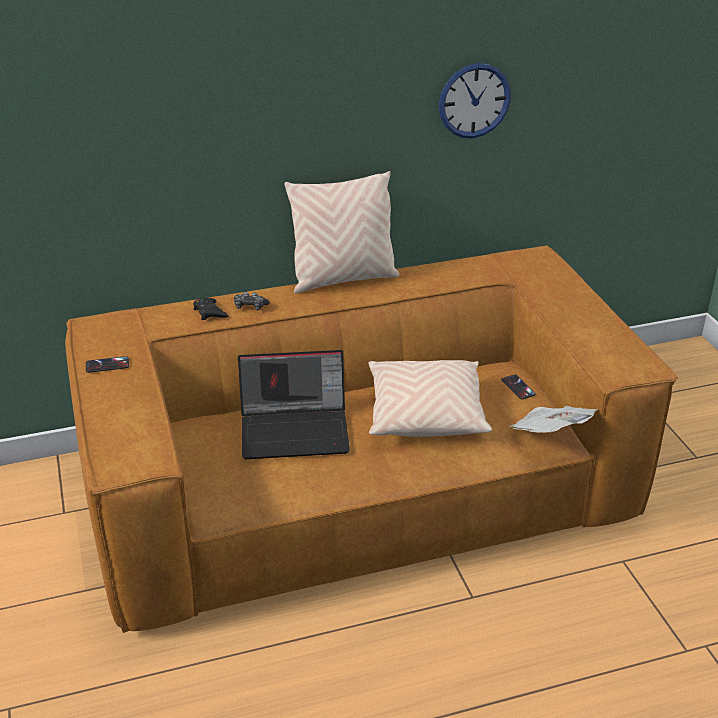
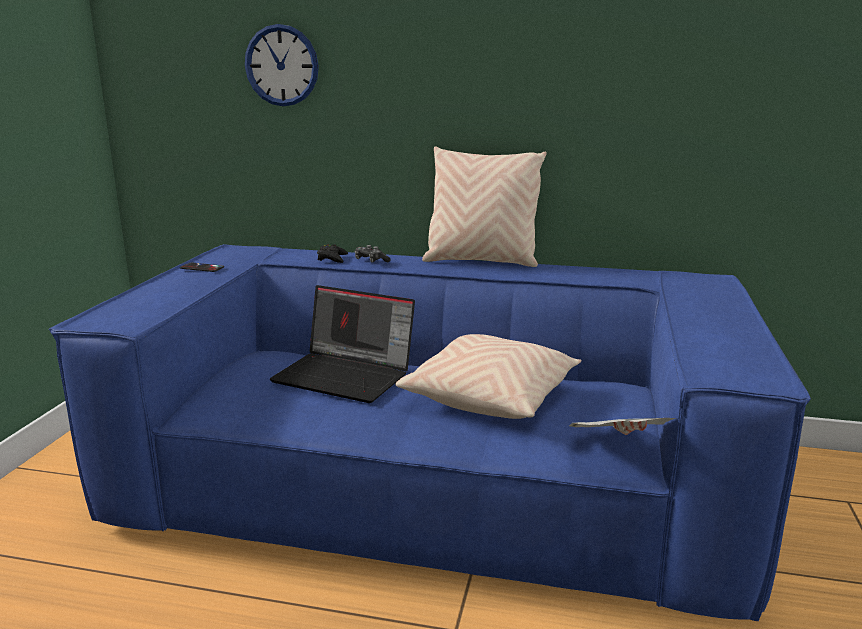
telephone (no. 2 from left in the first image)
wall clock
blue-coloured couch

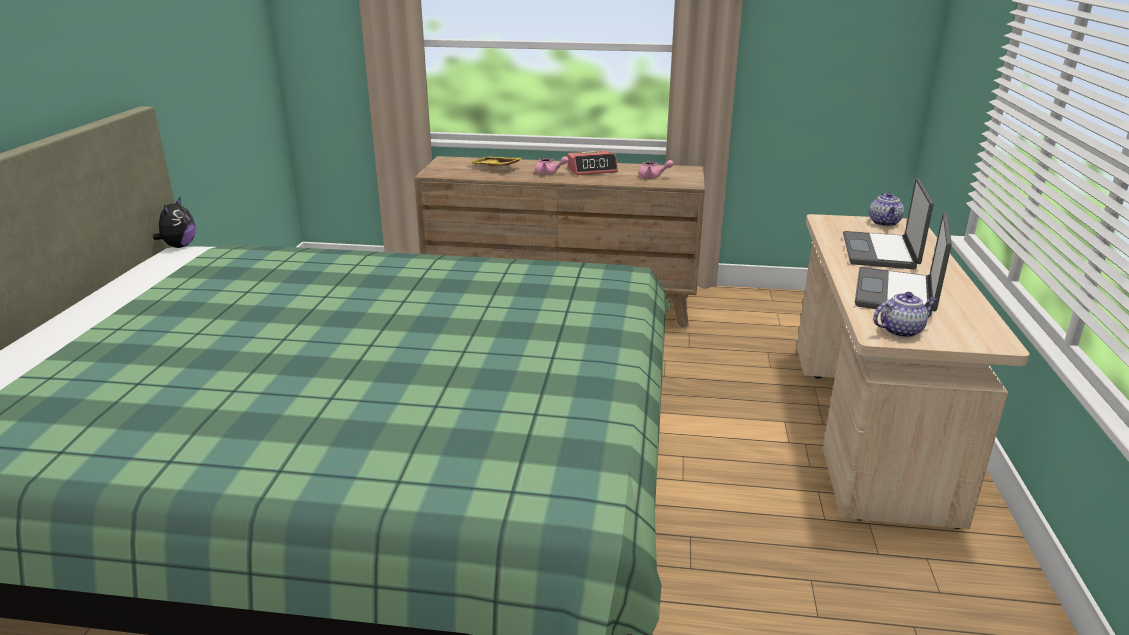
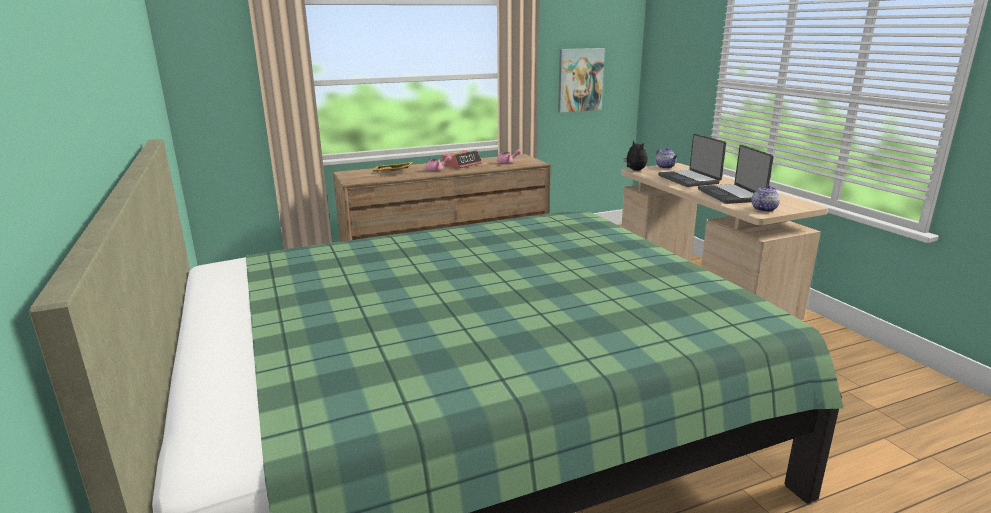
picture
plush toy

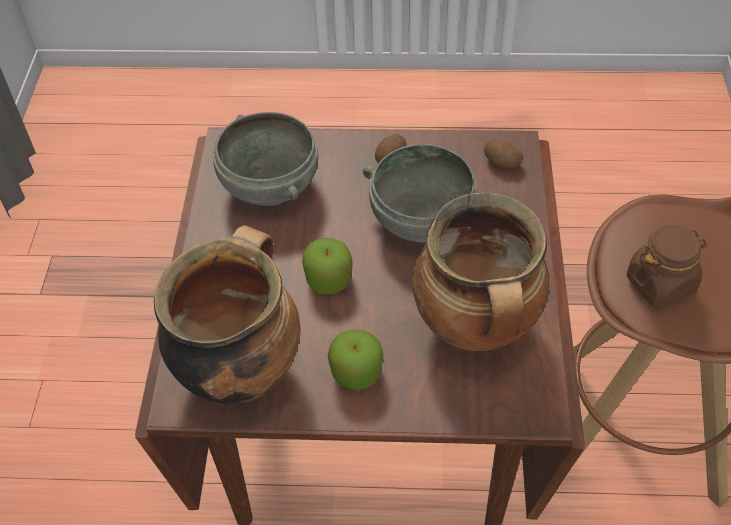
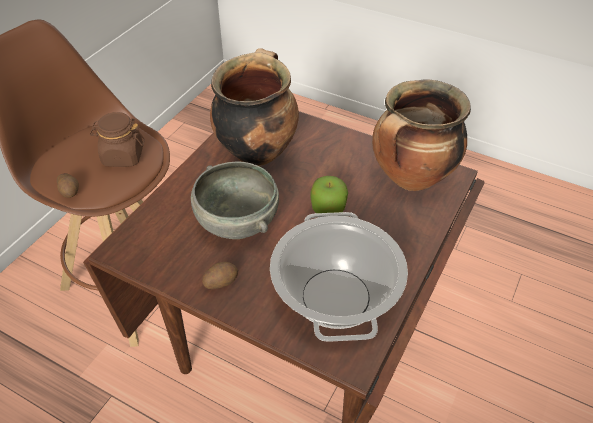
apple fruit (no. 2 from left in the first image)
whole potato (no. 1 from left)
cooking pot (no. 2 from left)

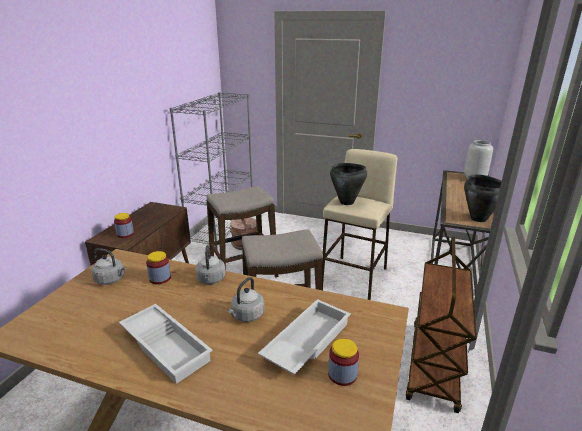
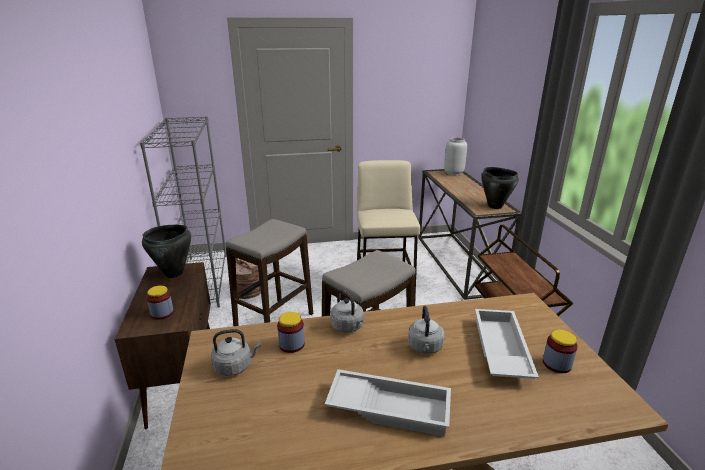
black cooking pot (no. 1 from left)

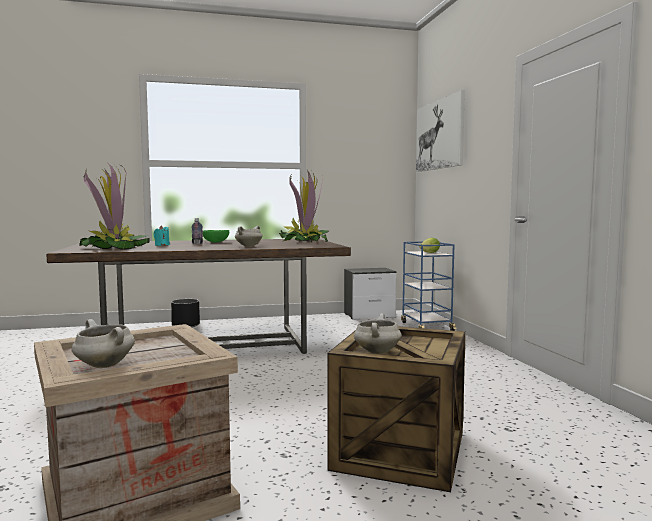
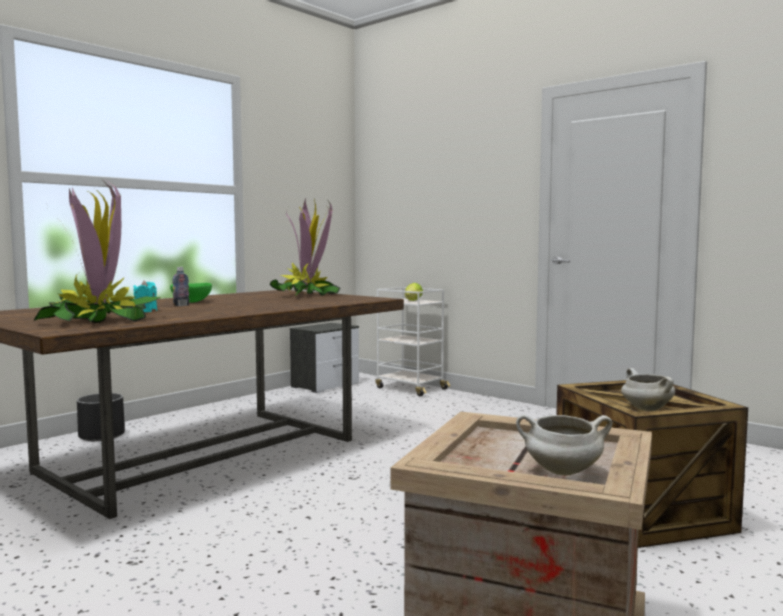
whitish cooking pot (no. 2 from left in the first image)
picture
whitish cart

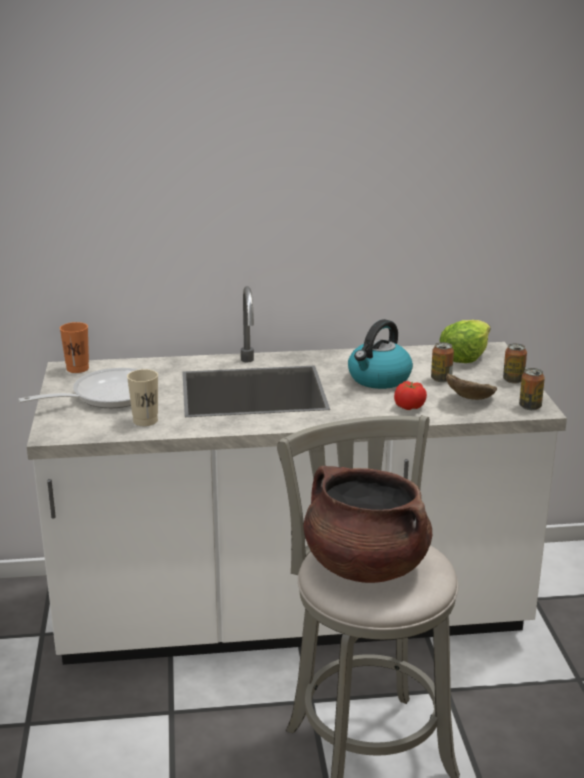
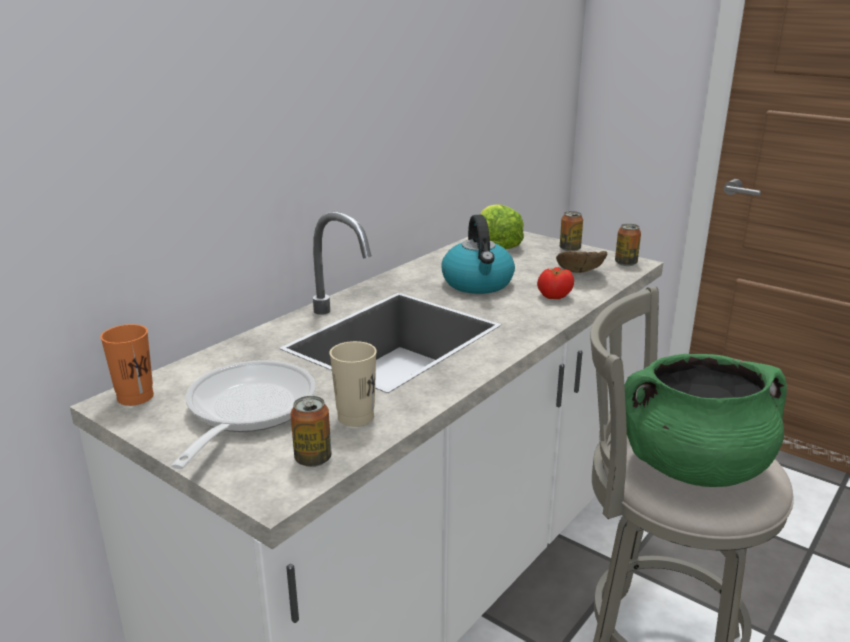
can (no. 1 from left)
greenish cooking pot

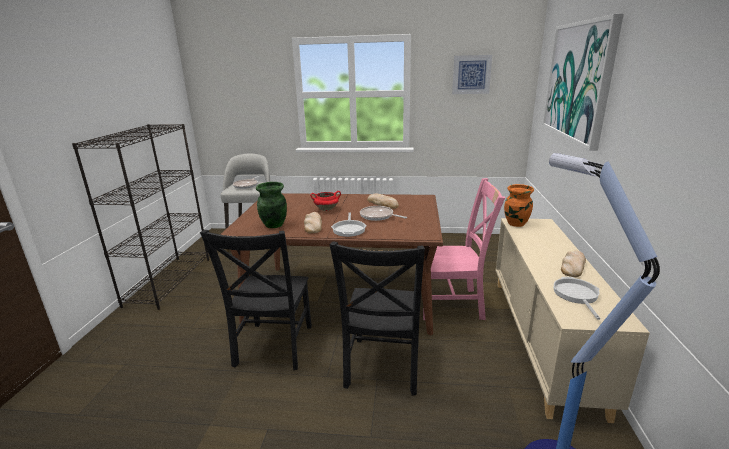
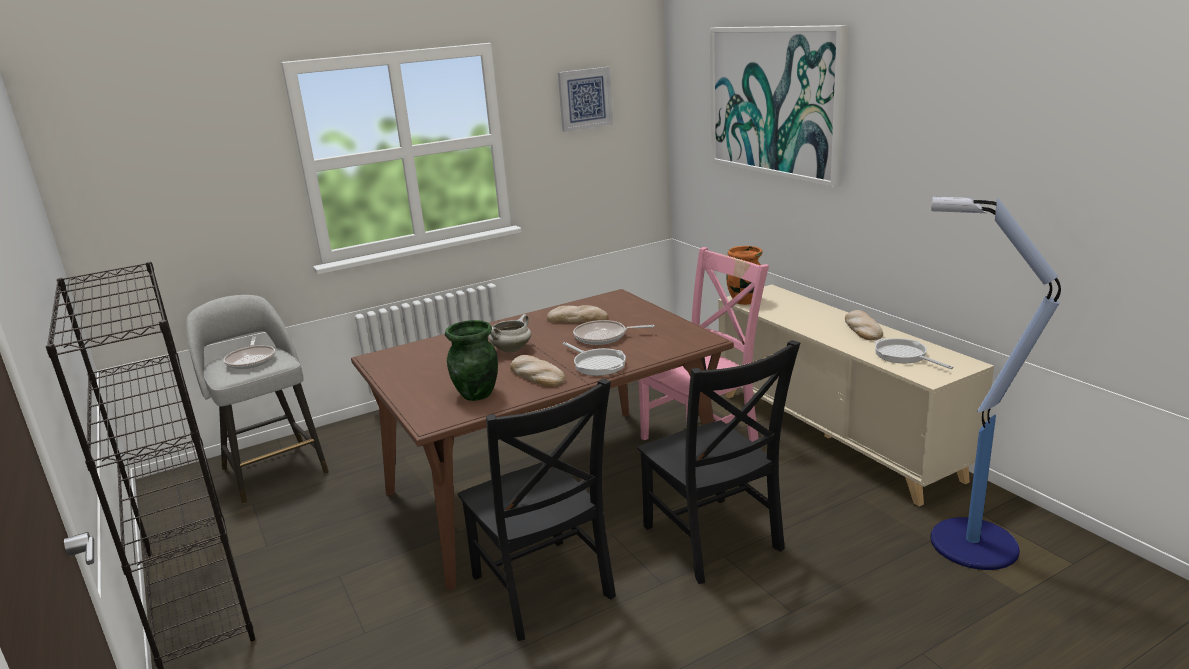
whitish cooking pot

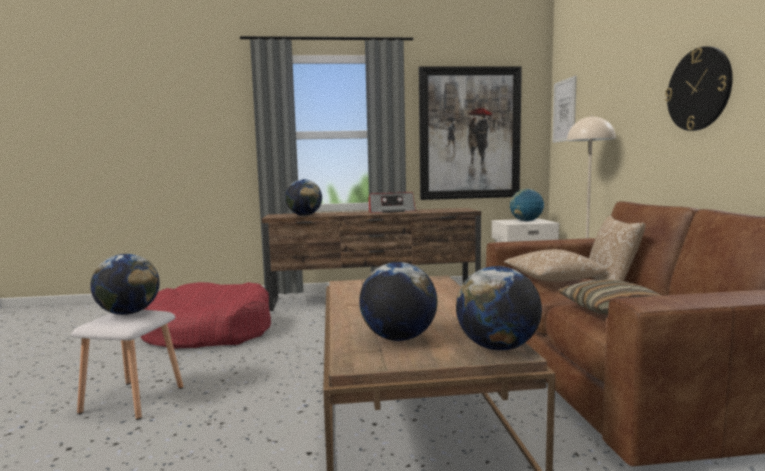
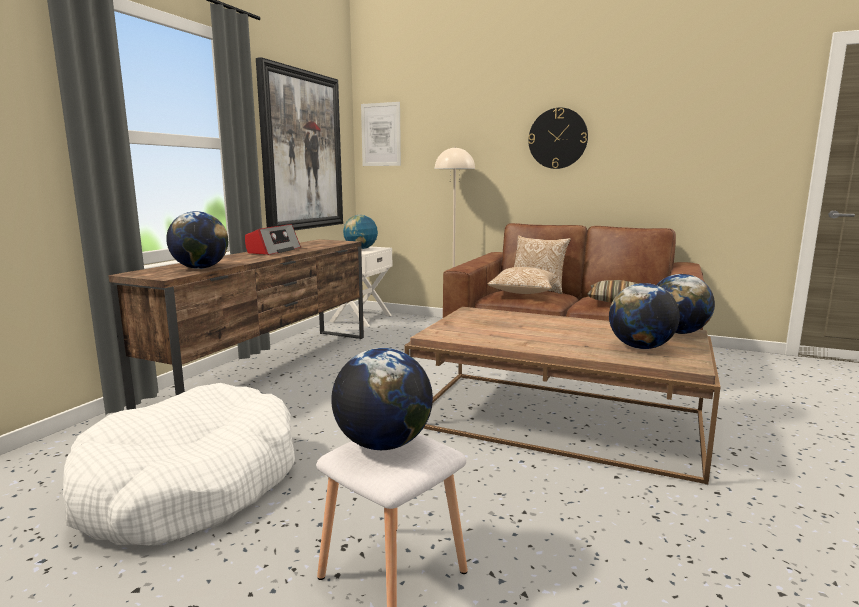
whitish pet bed

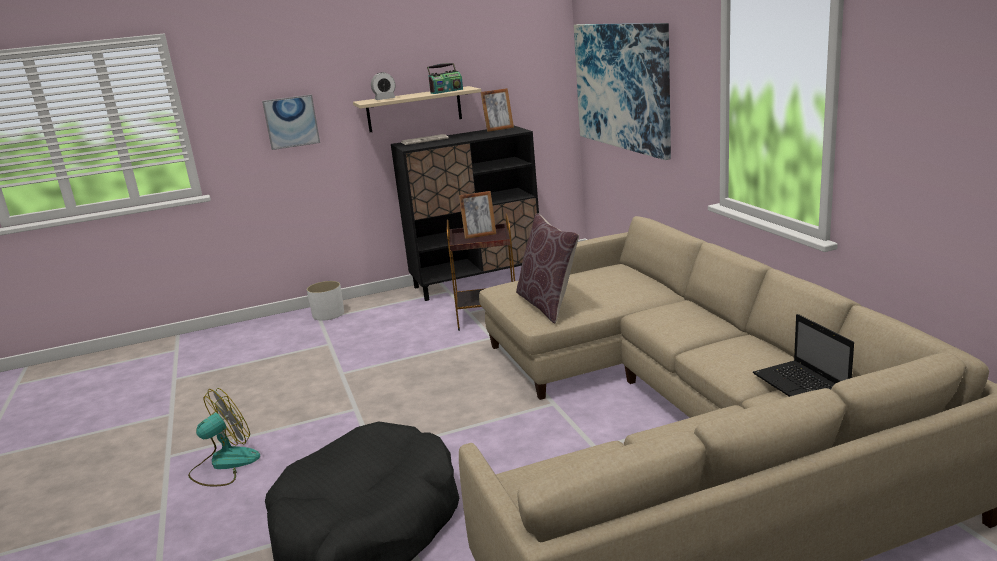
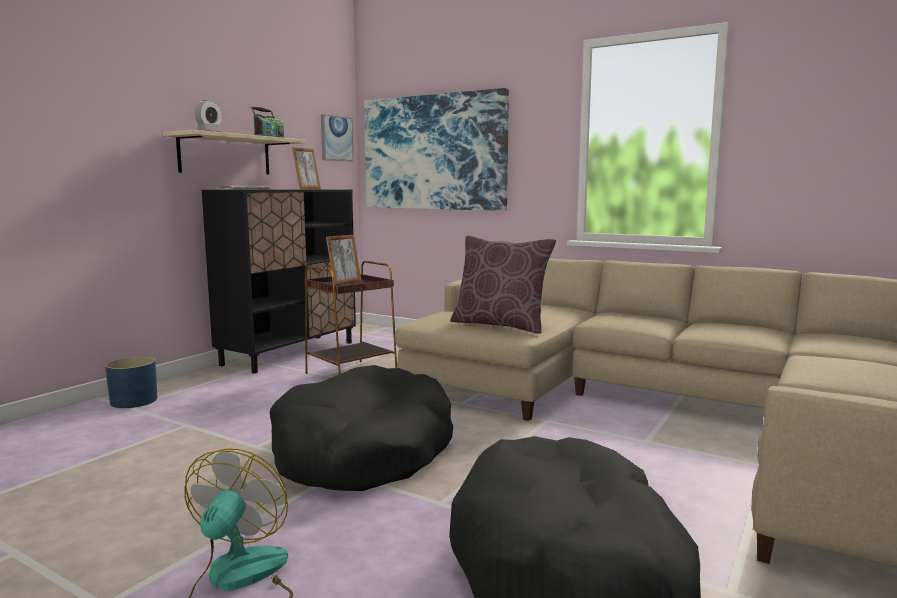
portable computer
black pet bed (no. 1 from left)
picture (no. 1 from left)
blue-coloured flower pot

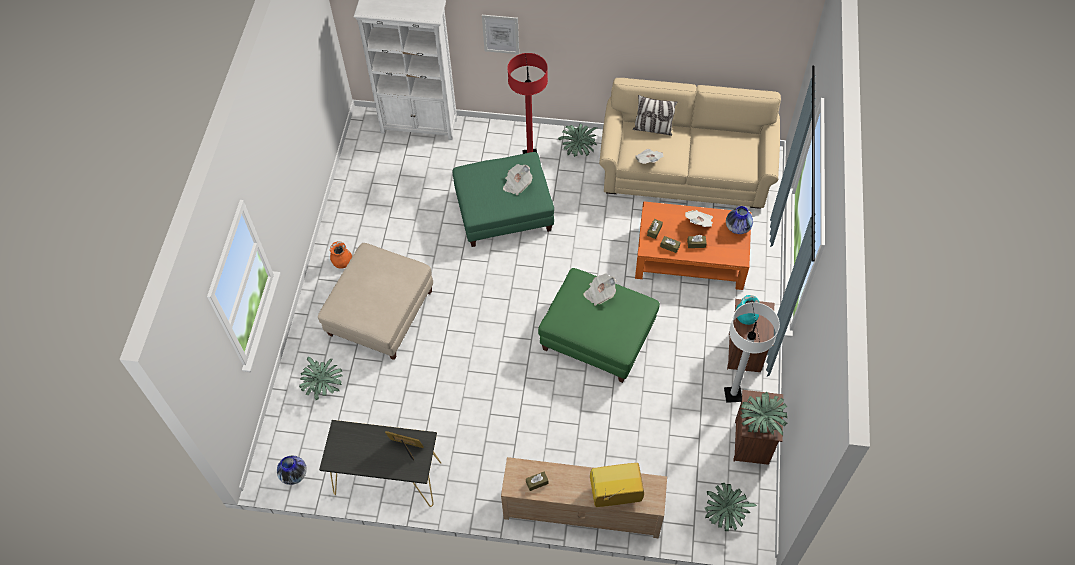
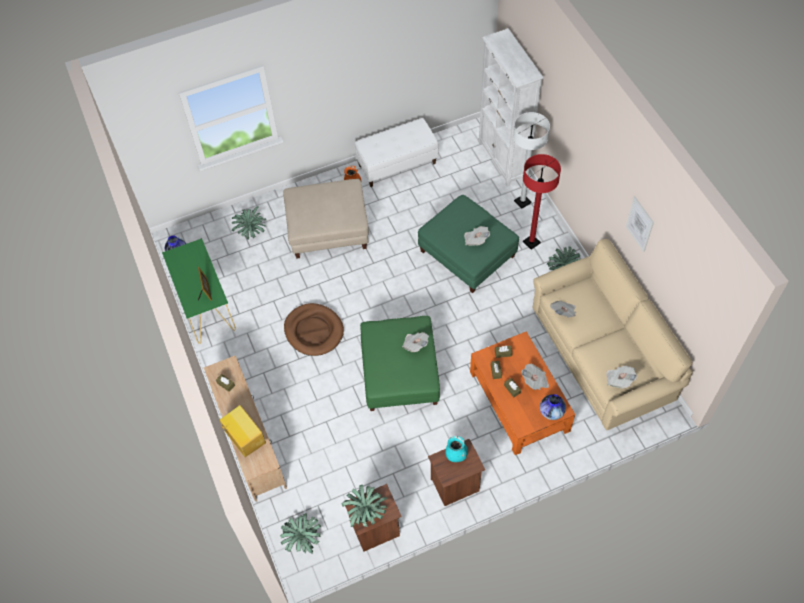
pillow
brownish pet bed
whitish indoor bench
printed paper (no. 5 from left)
picture
whitish standing lamp
greenish hall table

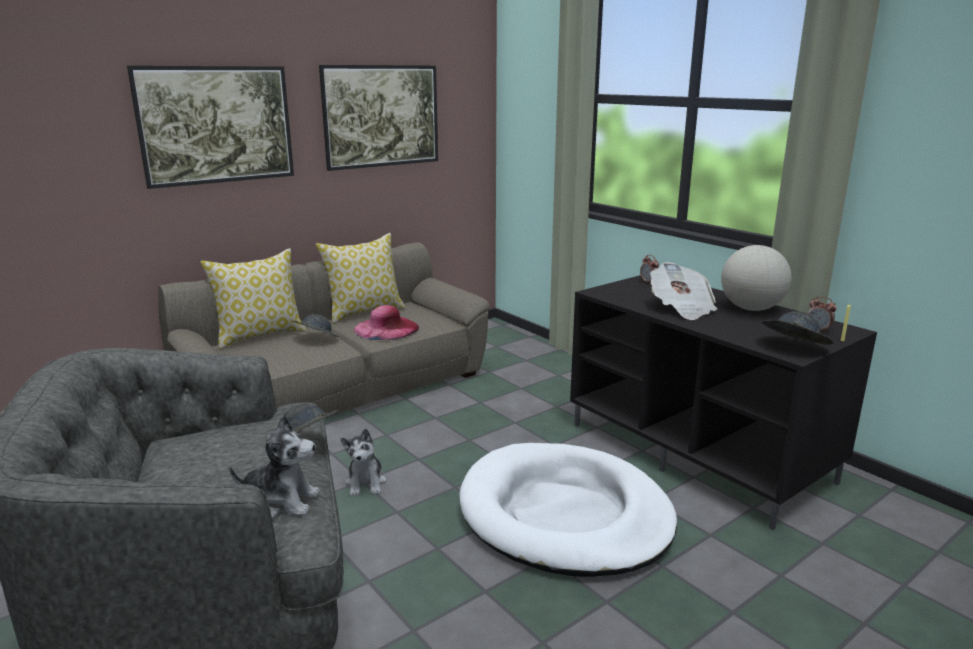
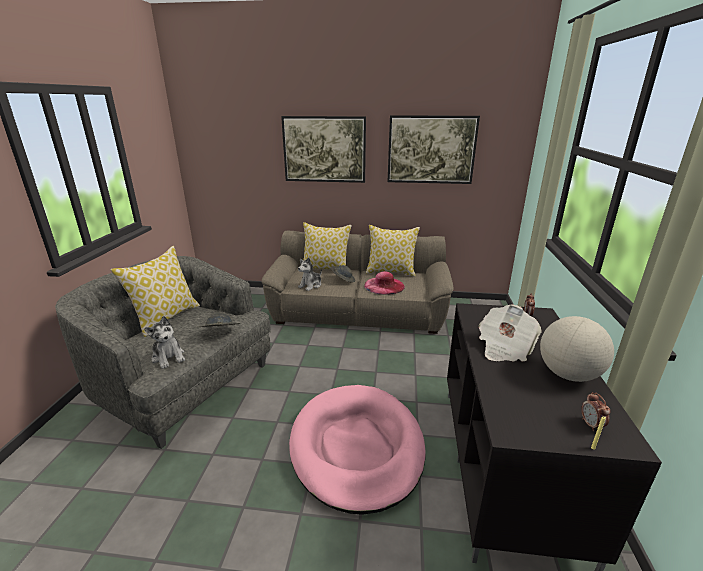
grey wearable hat (no. 3 from left in the first image)
pillow (no. 1 from left)
plush toy (no. 2 from left)
pink-coloured pet bed

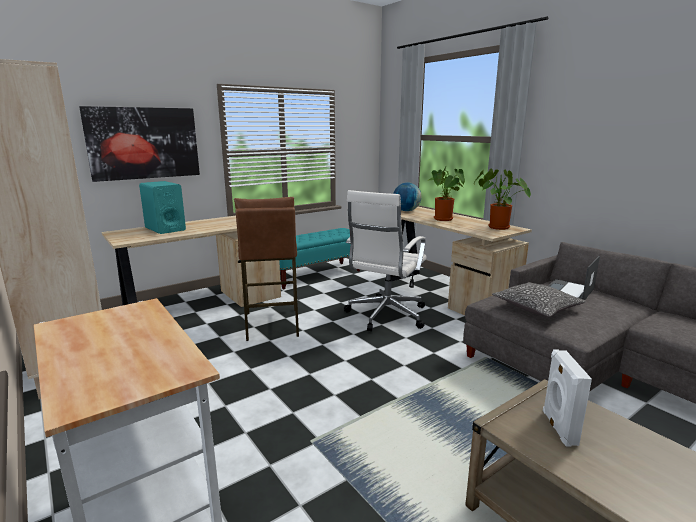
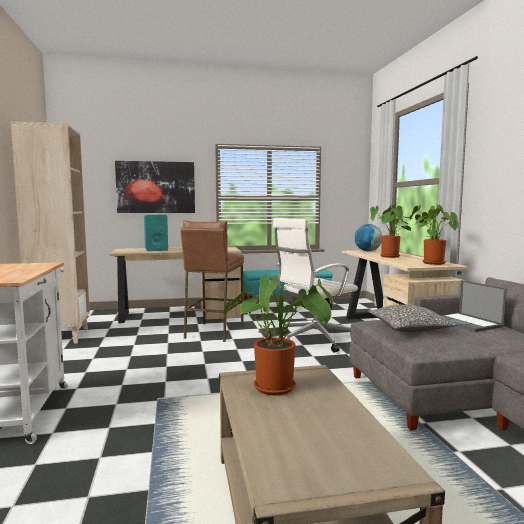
plant in a pot (no. 1 from left)
portable computer

